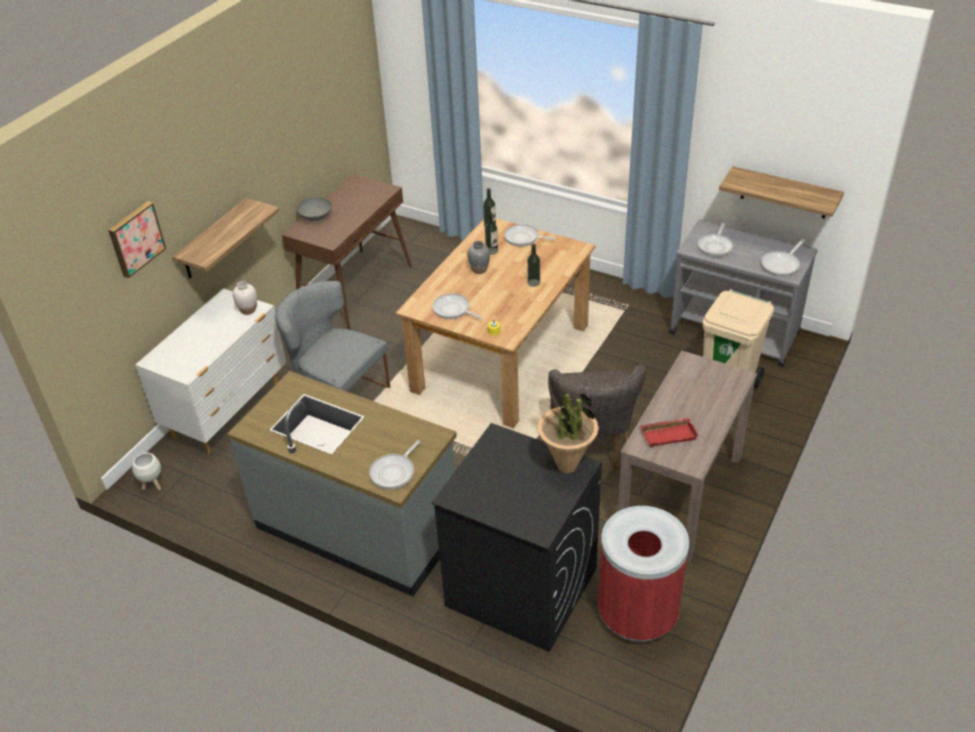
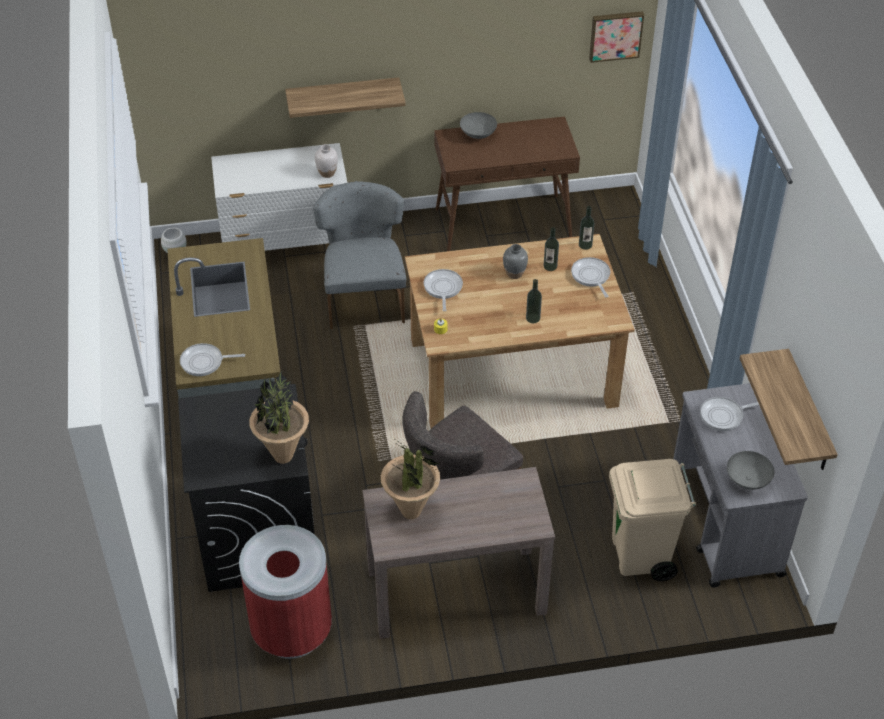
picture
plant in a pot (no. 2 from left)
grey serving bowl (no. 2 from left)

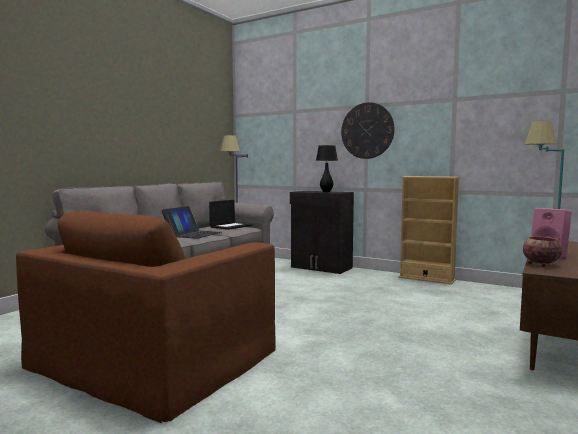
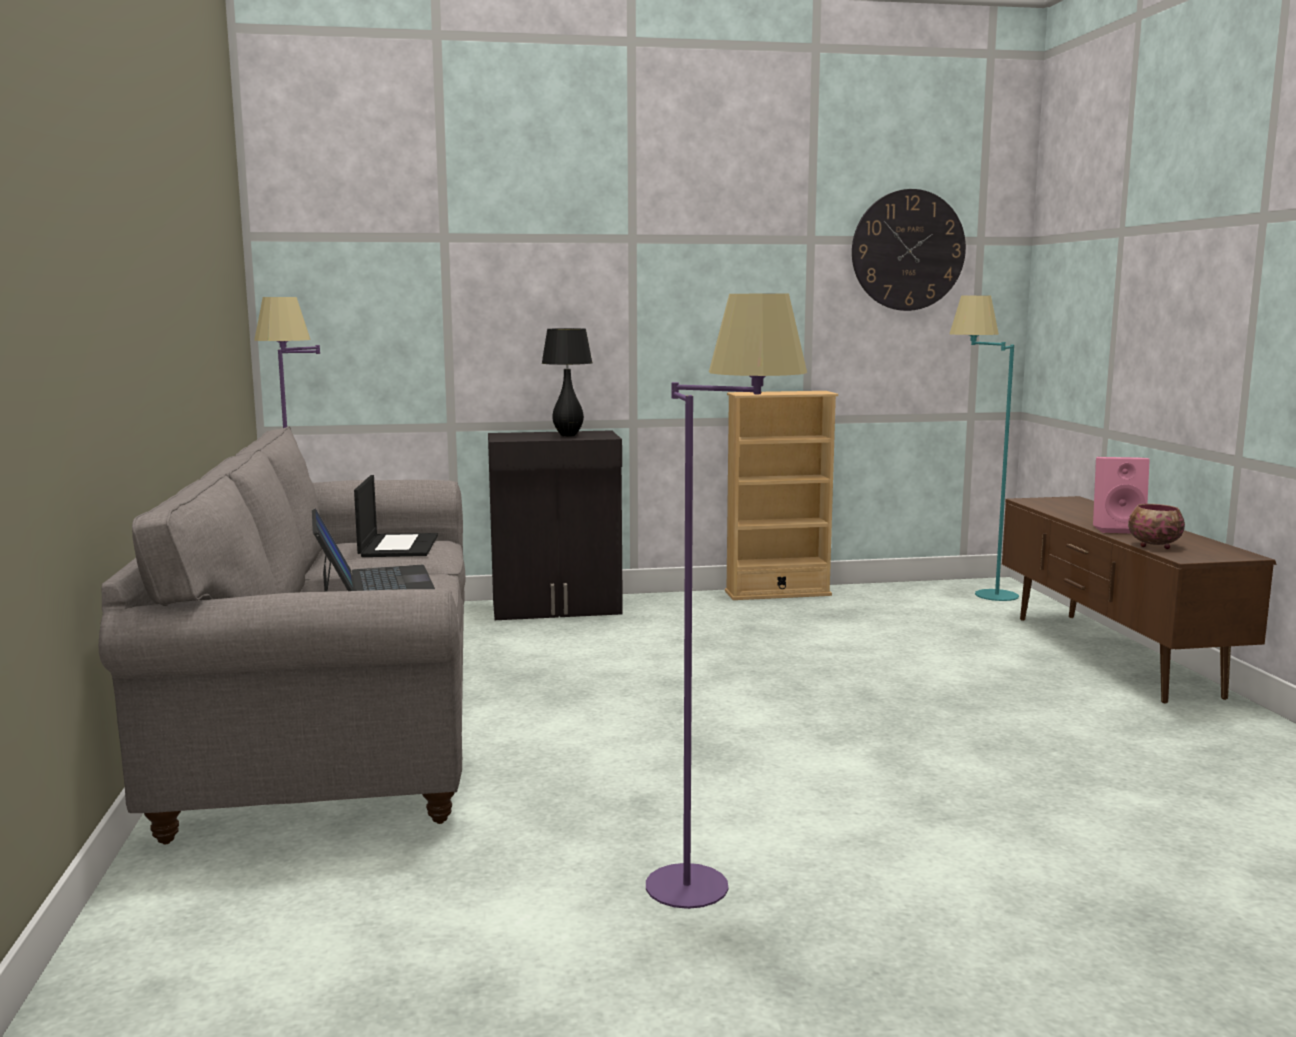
wall clock
purplish standing lamp (no. 2 from left)

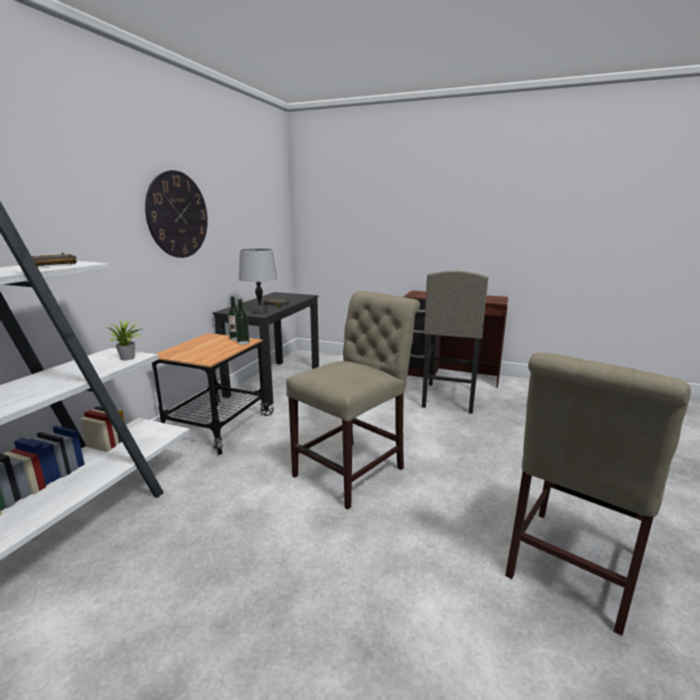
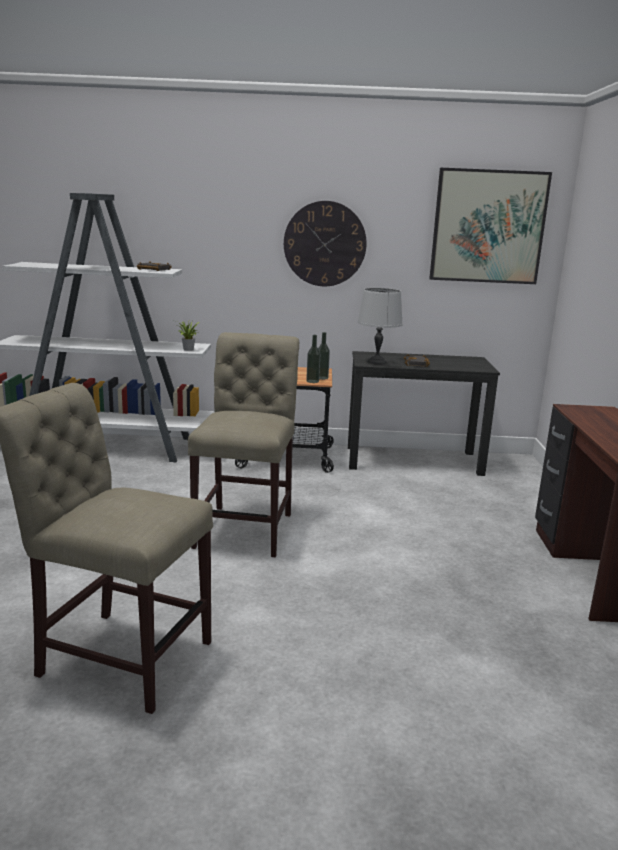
grey stool seat
picture
sand-coloured plain chair (no. 2 from left)

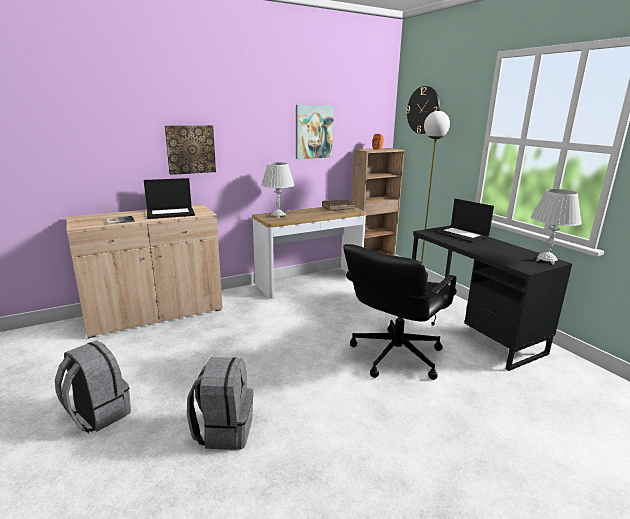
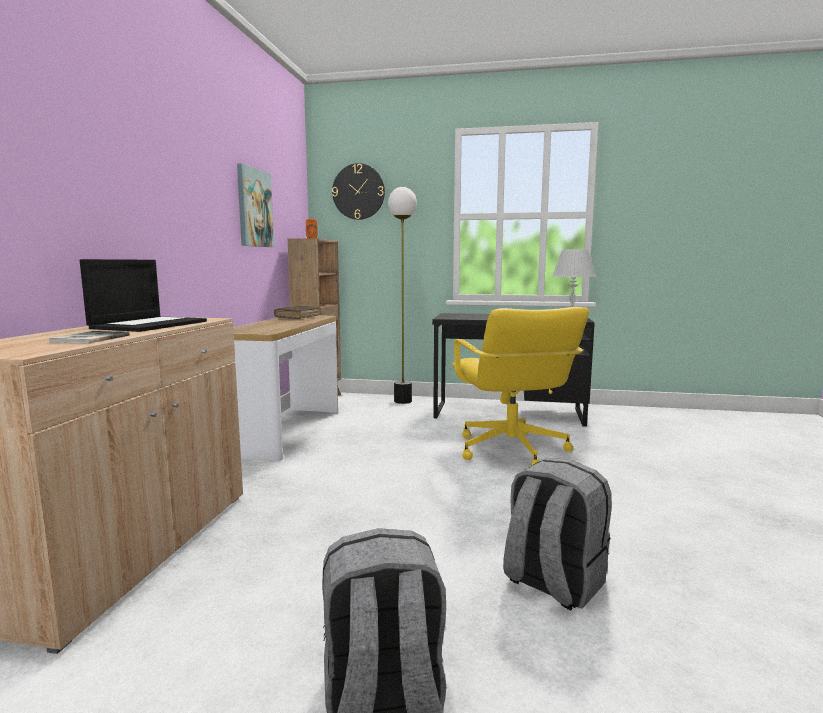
picture (no. 1 from left in the first image)
whitish lamp for a table (no. 1 from left in the first image)
portable computer (no. 2 from left in the first image)
yellowish office chair

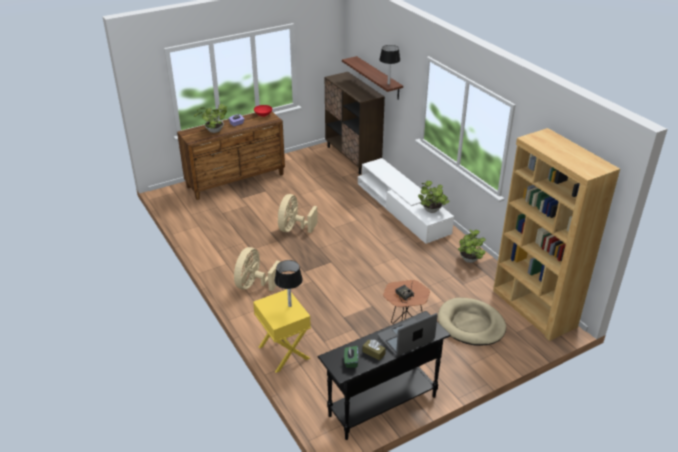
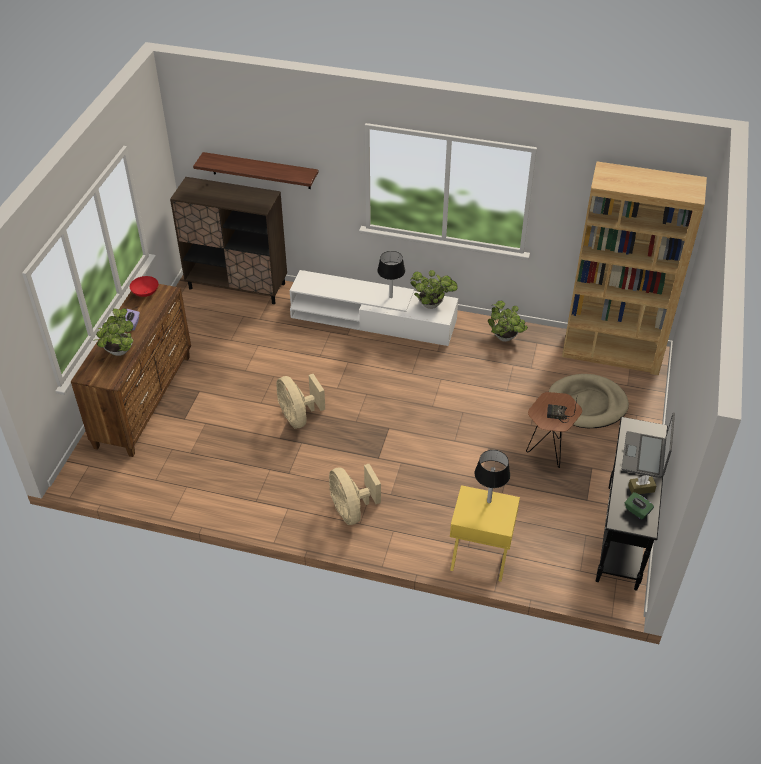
black lamp for a table (no. 1 from left)

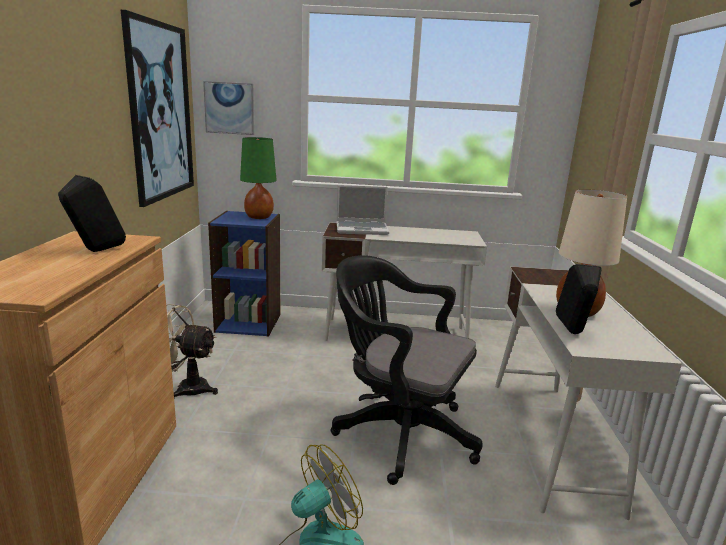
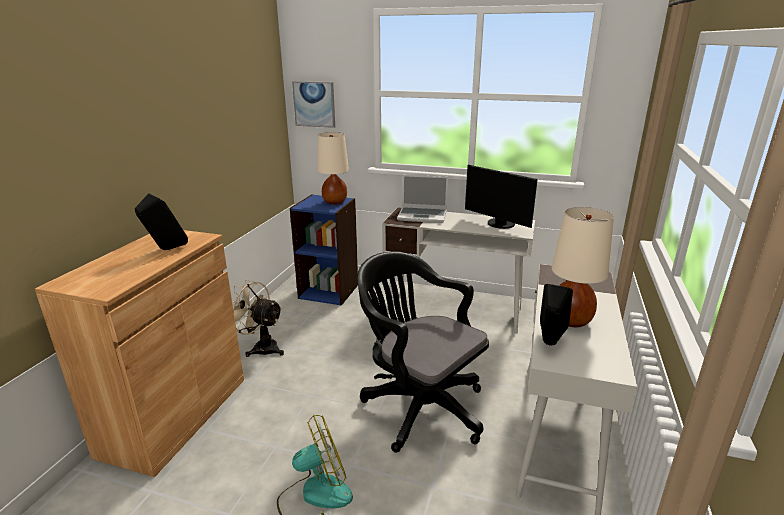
picture (no. 1 from left in the first image)
computer display
sand-coloured lamp for a table (no. 1 from left)

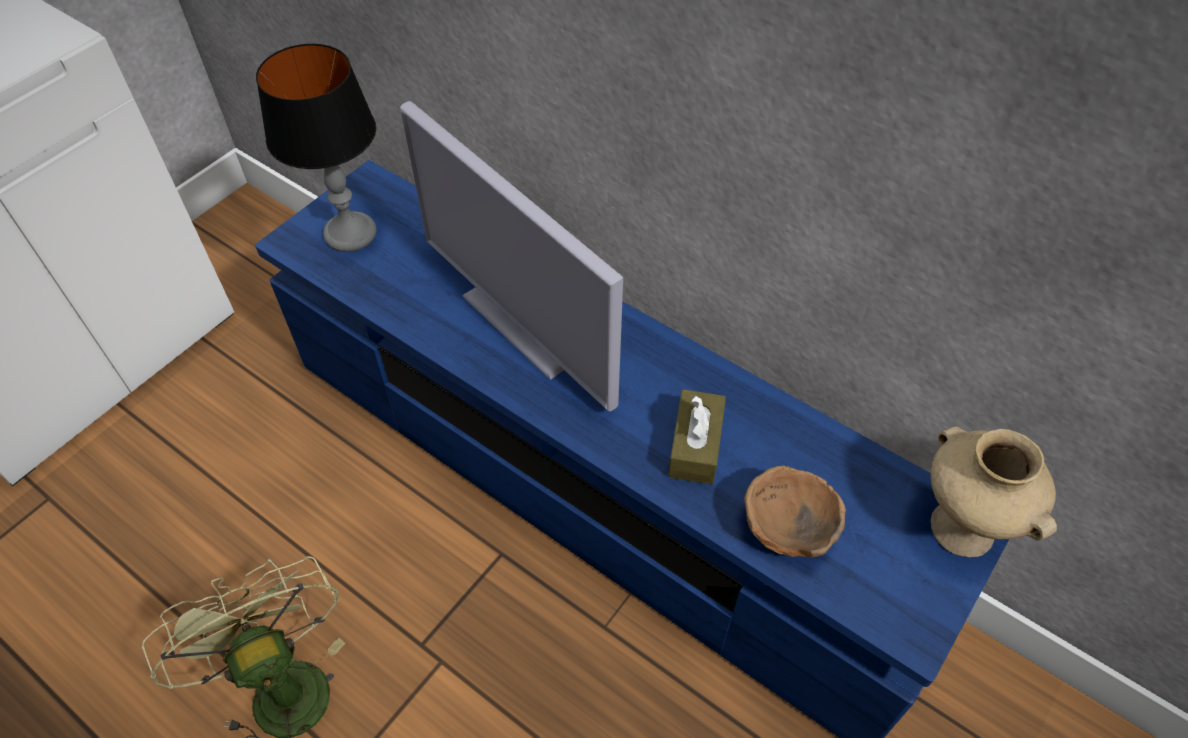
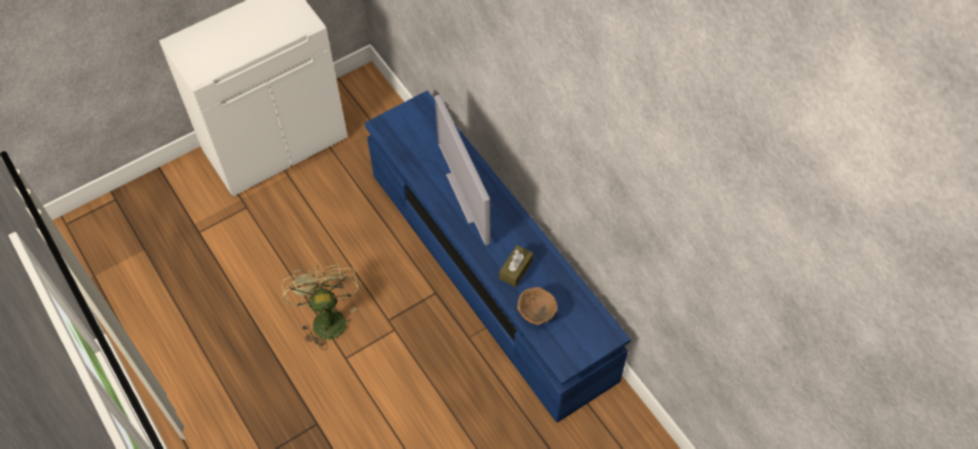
lamp for a table
sand-coloured decorative vase

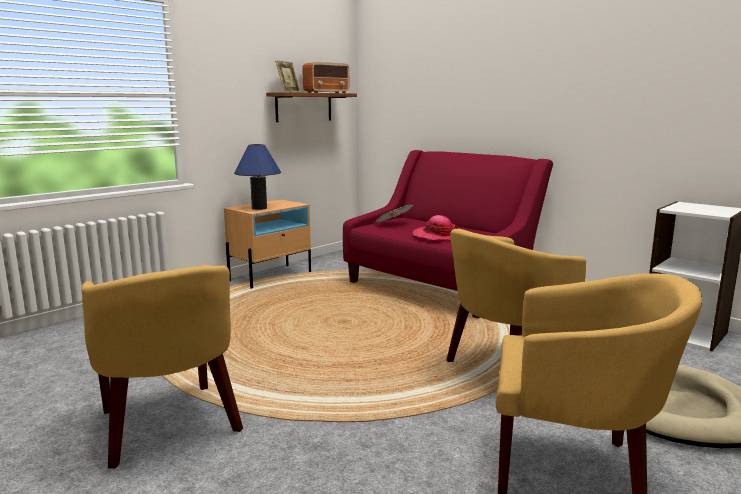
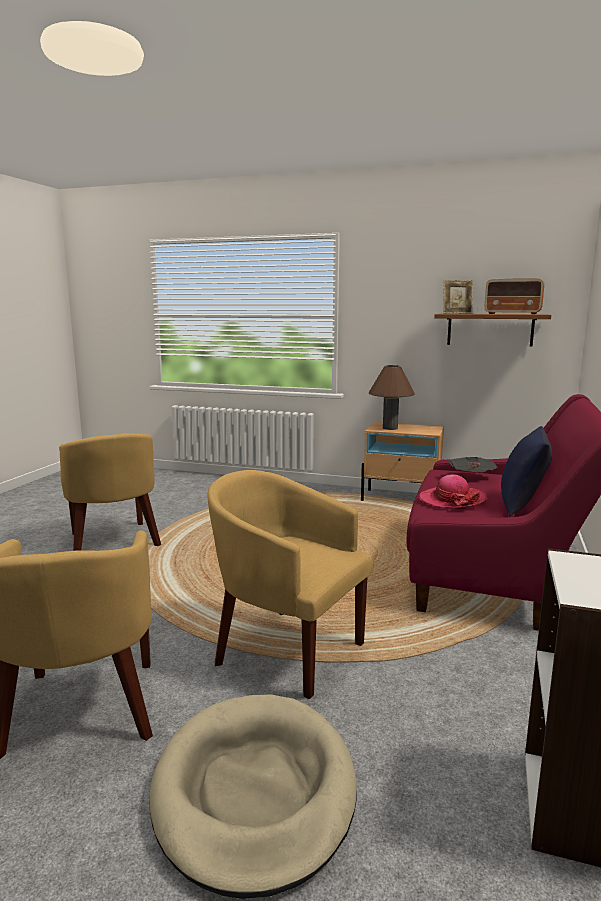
blue-coloured pillow
brownish lamp for a table
yellowish lounge chair (no. 2 from left)

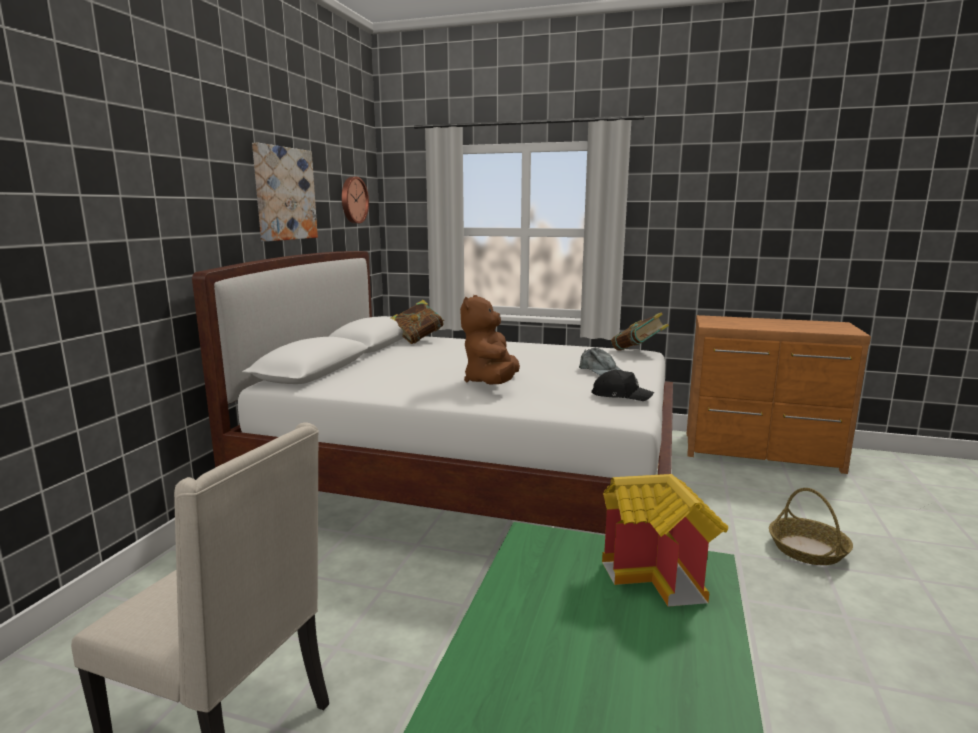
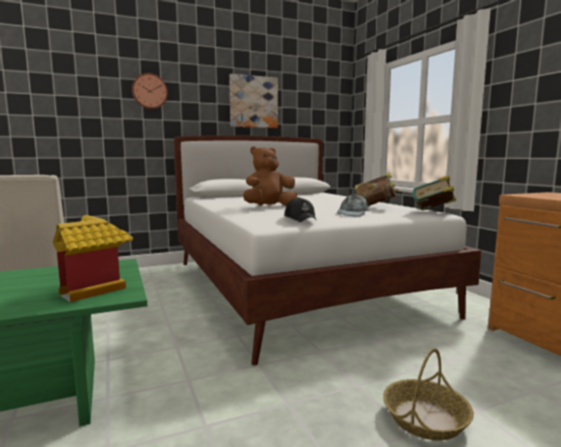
wall clock
volume (no. 1 from left)

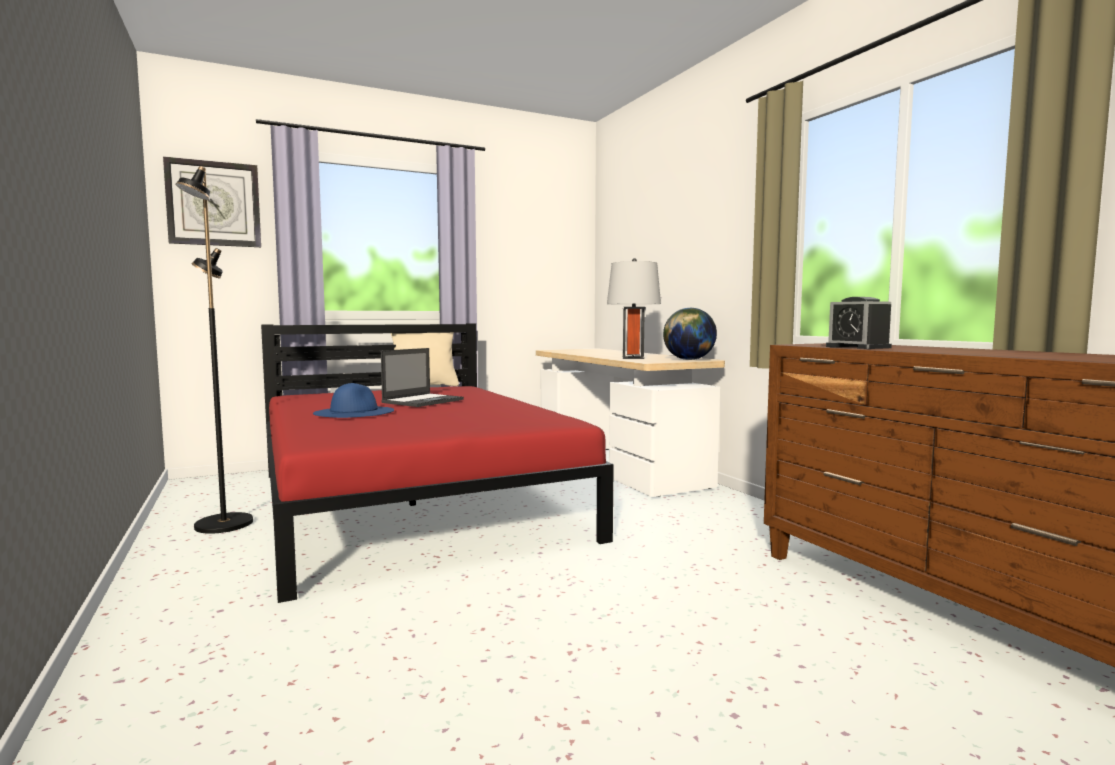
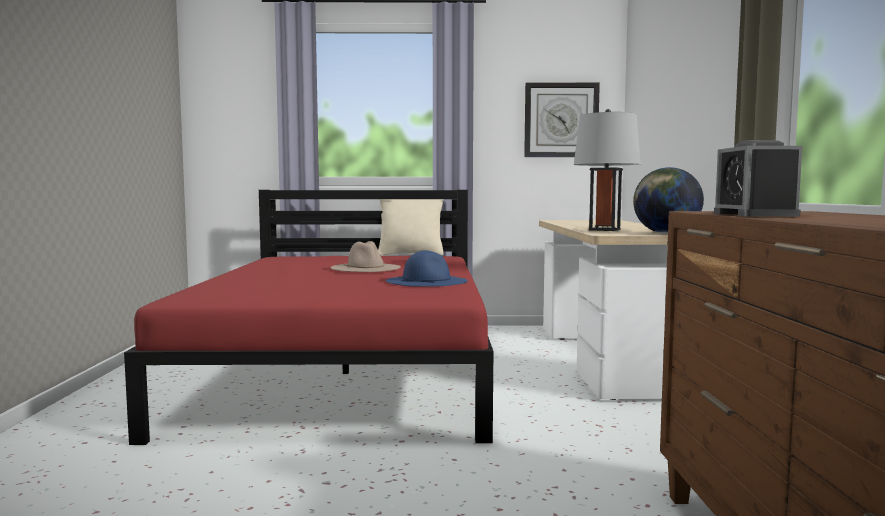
black standing lamp
wall clock
blue-coloured wearable hat
sand-coloured wearable hat

